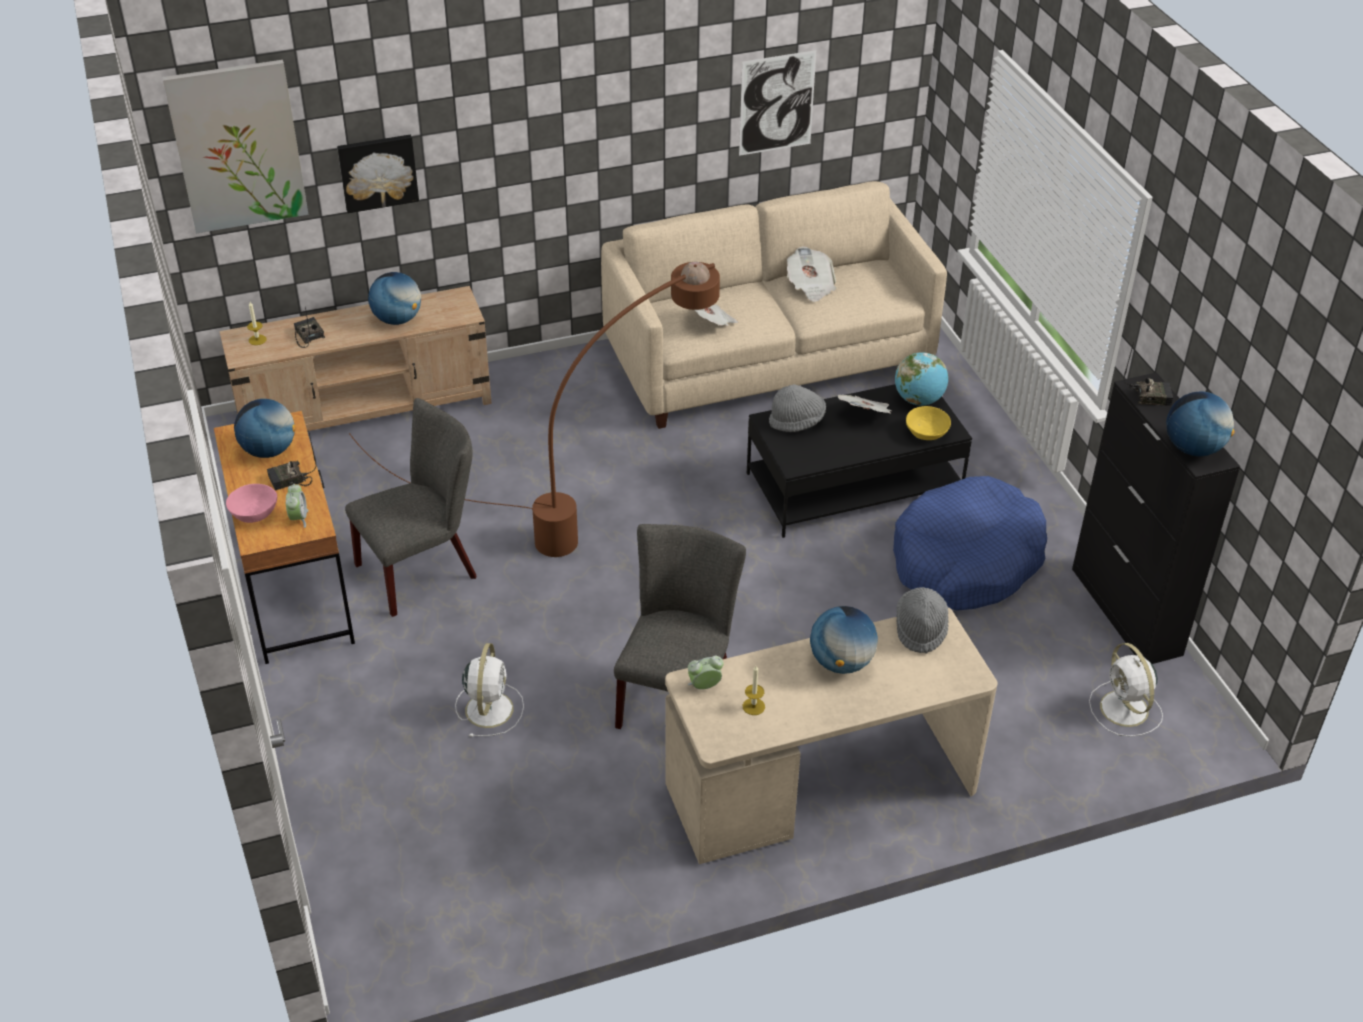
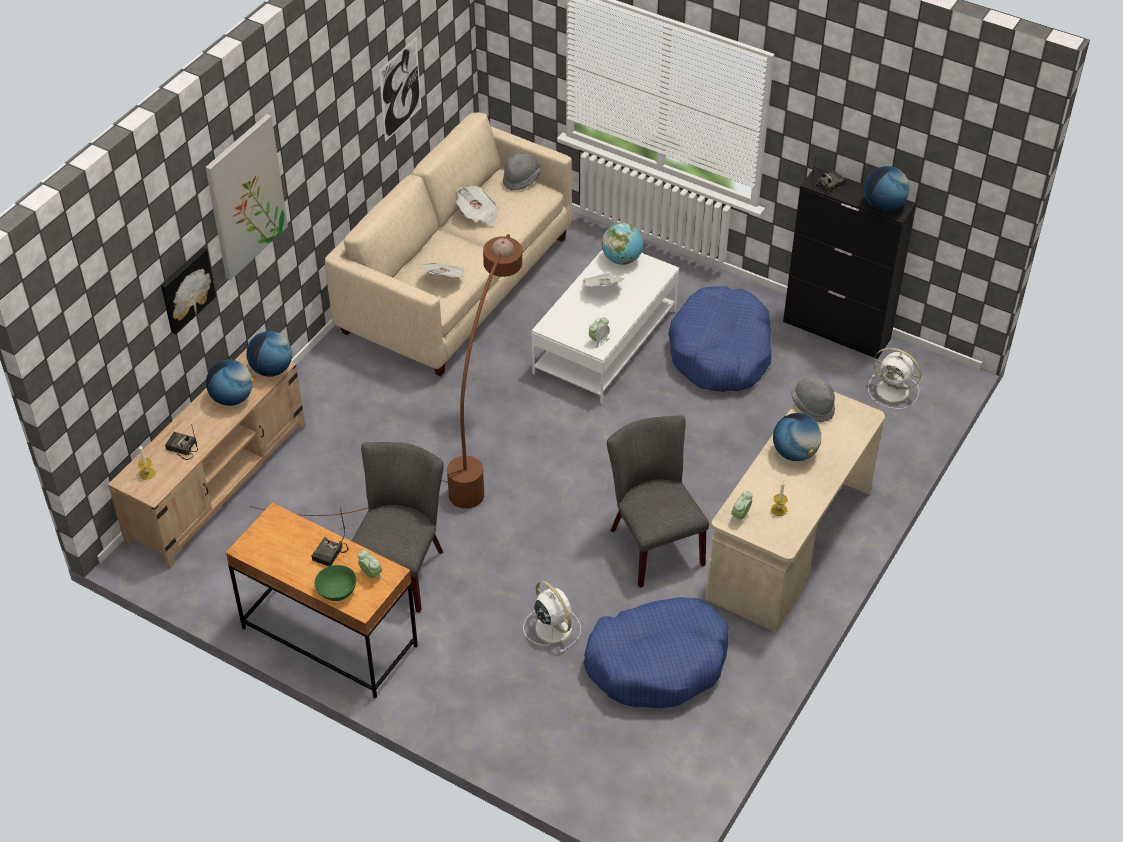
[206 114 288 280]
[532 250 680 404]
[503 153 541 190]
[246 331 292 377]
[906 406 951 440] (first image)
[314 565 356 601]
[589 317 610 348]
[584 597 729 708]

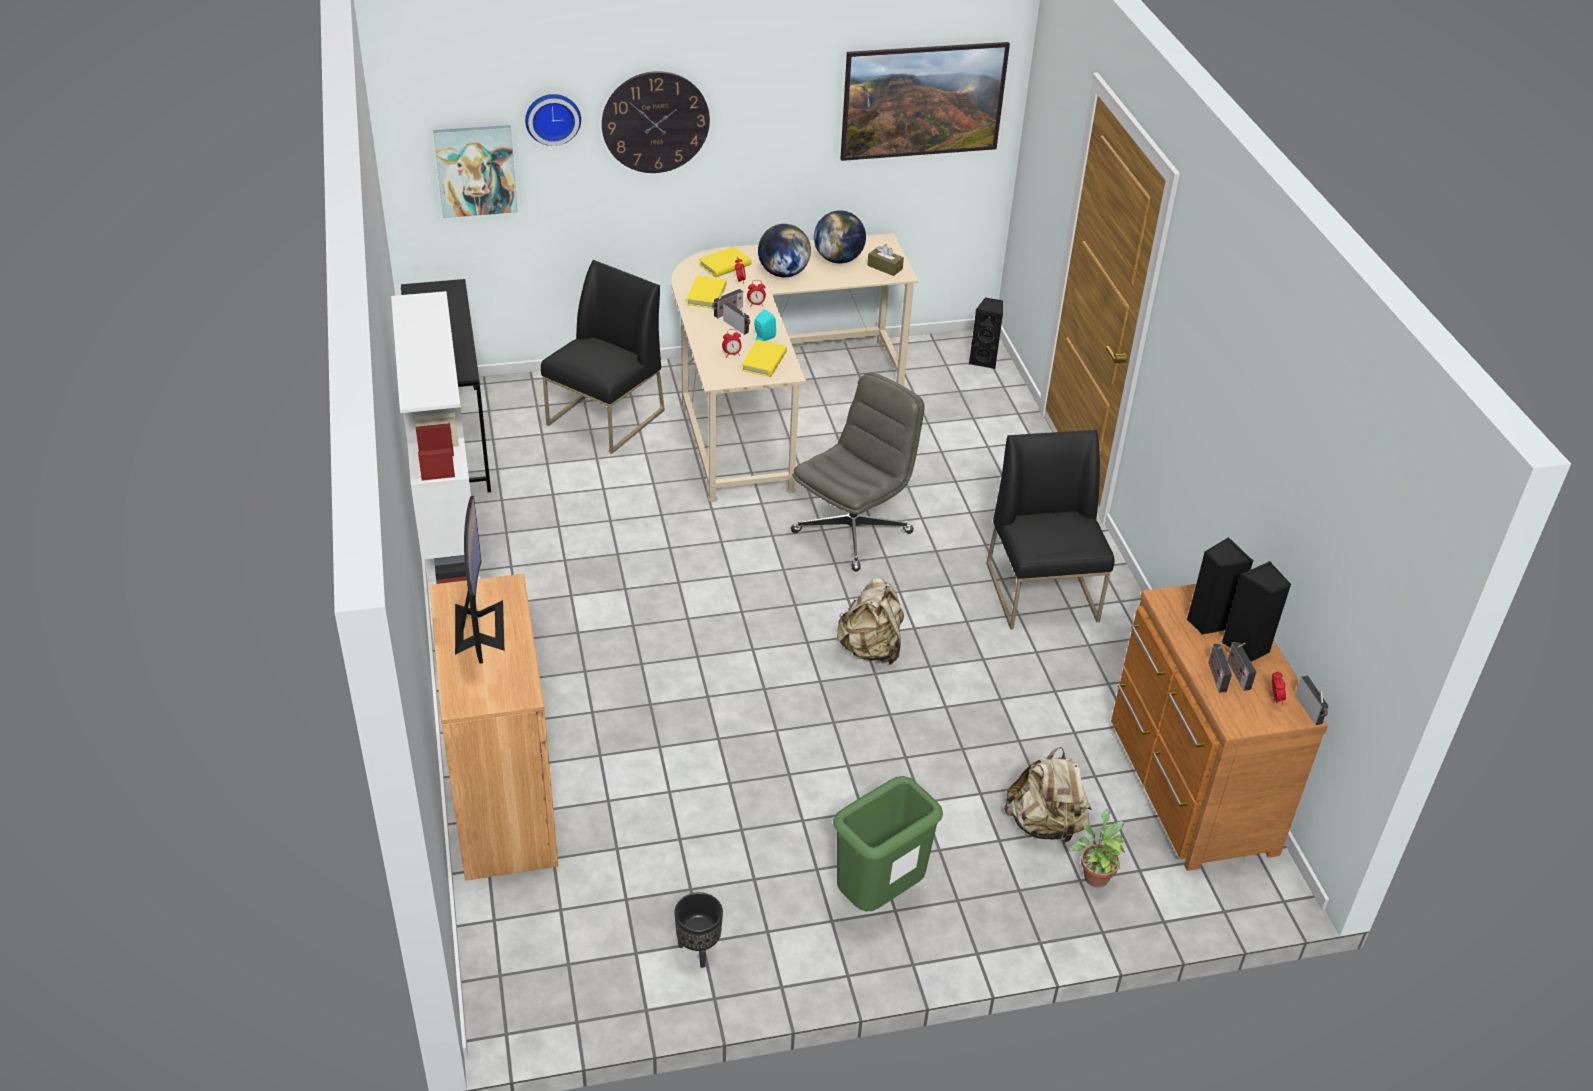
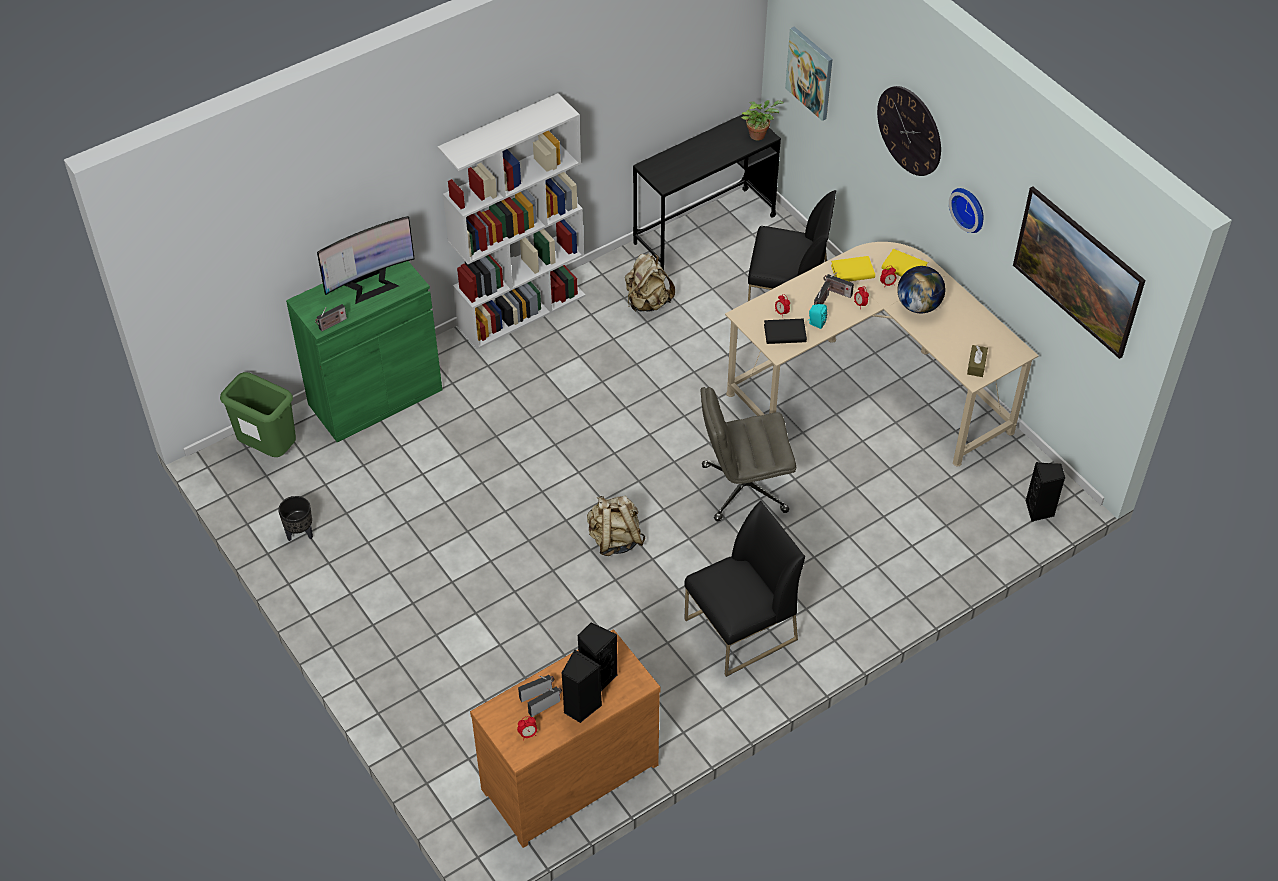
[949 188 984 233]
[814 210 866 264] (first image)
[764 319 807 344]
[701 387 796 521]
[286 261 442 442]
[315 304 347 331]
[625 254 675 312]
[220 372 296 457]
[741 100 783 140]

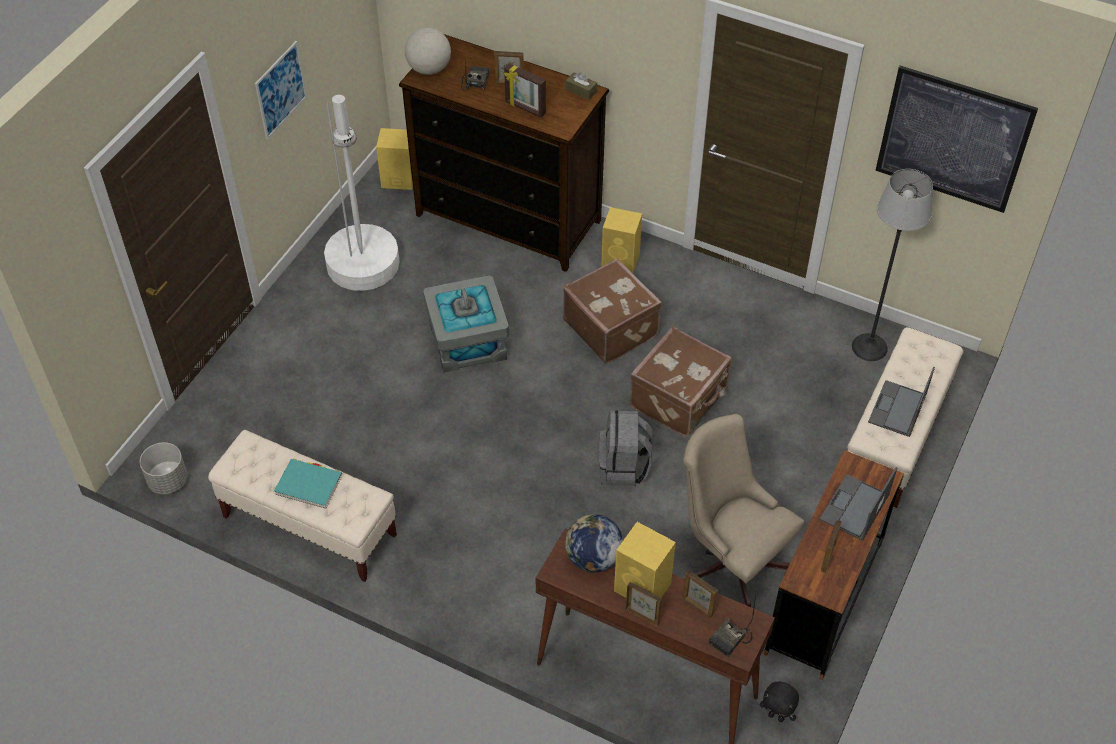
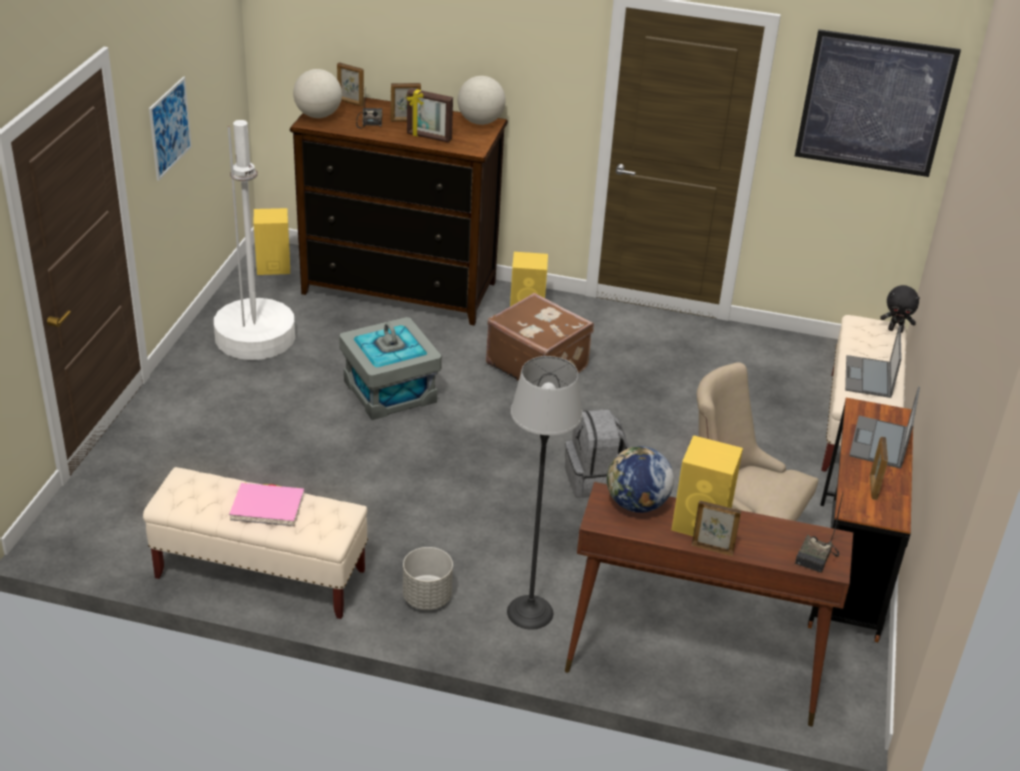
[458 76 506 125]
[507 356 582 630]
[630 326 732 436] (first image)
[403 547 453 610]
[229 483 304 526]
[337 62 364 106]
[880 285 920 333]

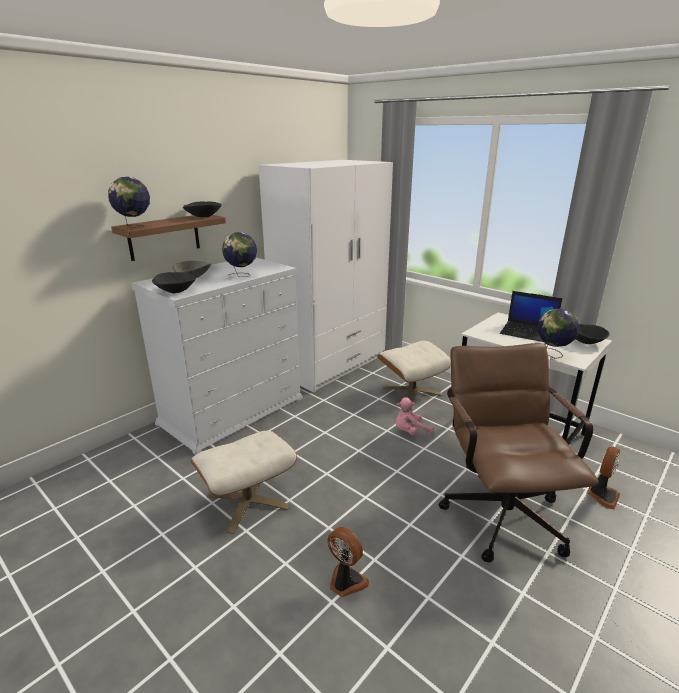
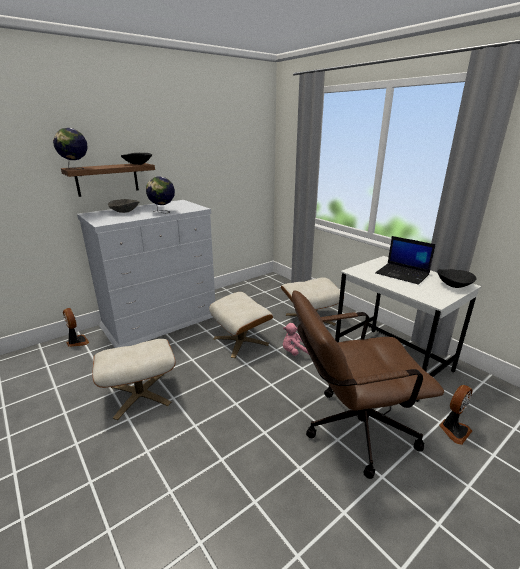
[258 160 393 392] (first image)
[152 272 196 293] (first image)
[537 308 580 359] (first image)
[292 290 444 479]
[63 308 90 347]
[209 292 273 358]

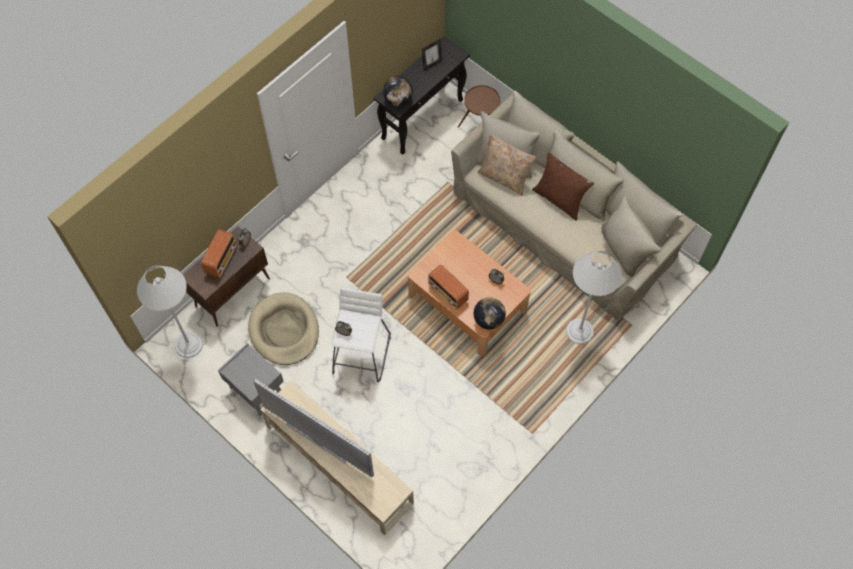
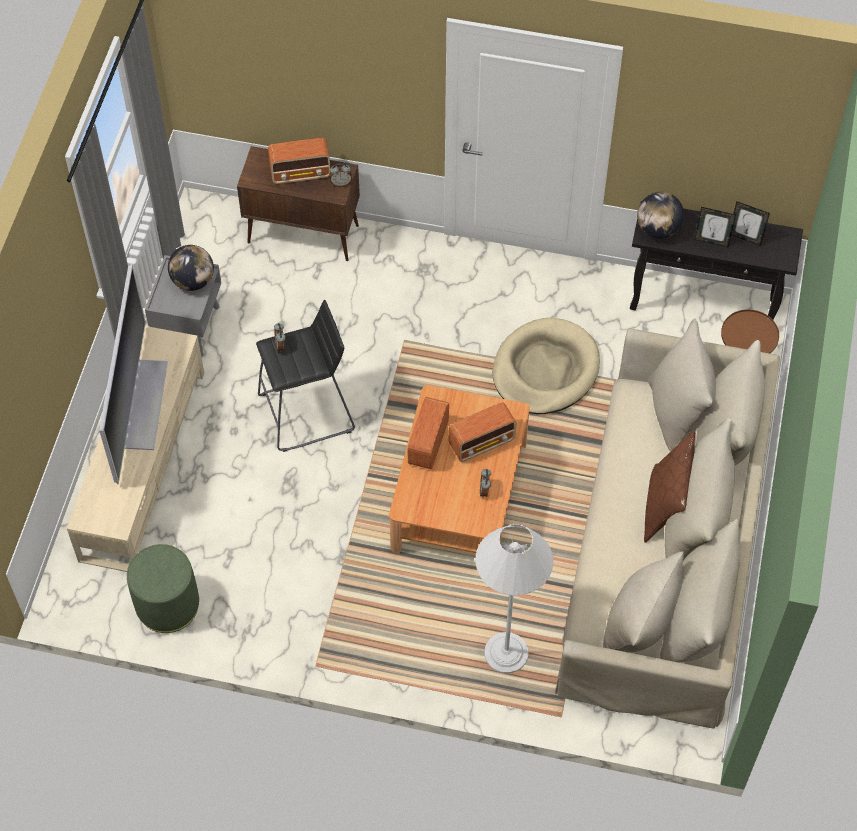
[478 134 536 196] (first image)
[137 266 203 358] (first image)
[256 300 355 452]
[493 318 600 414]
[168 245 214 291]
[694 207 736 247]
[448 402 516 462]
[127 544 199 633]

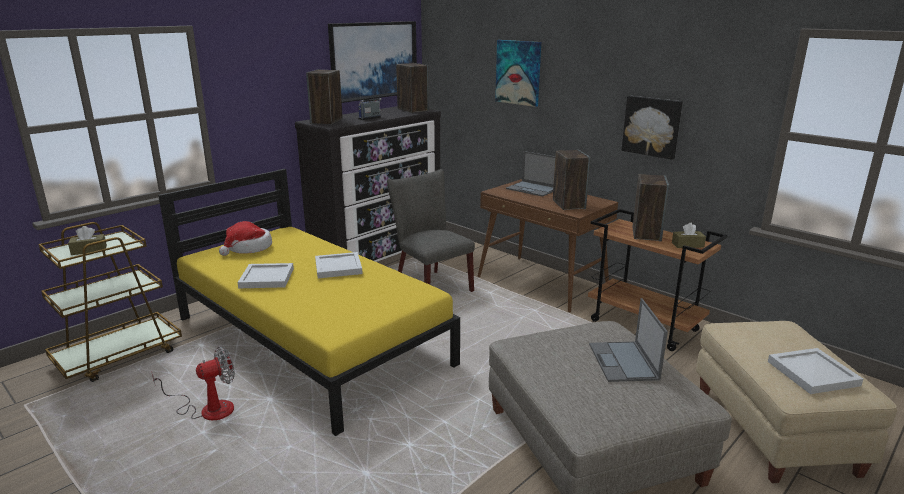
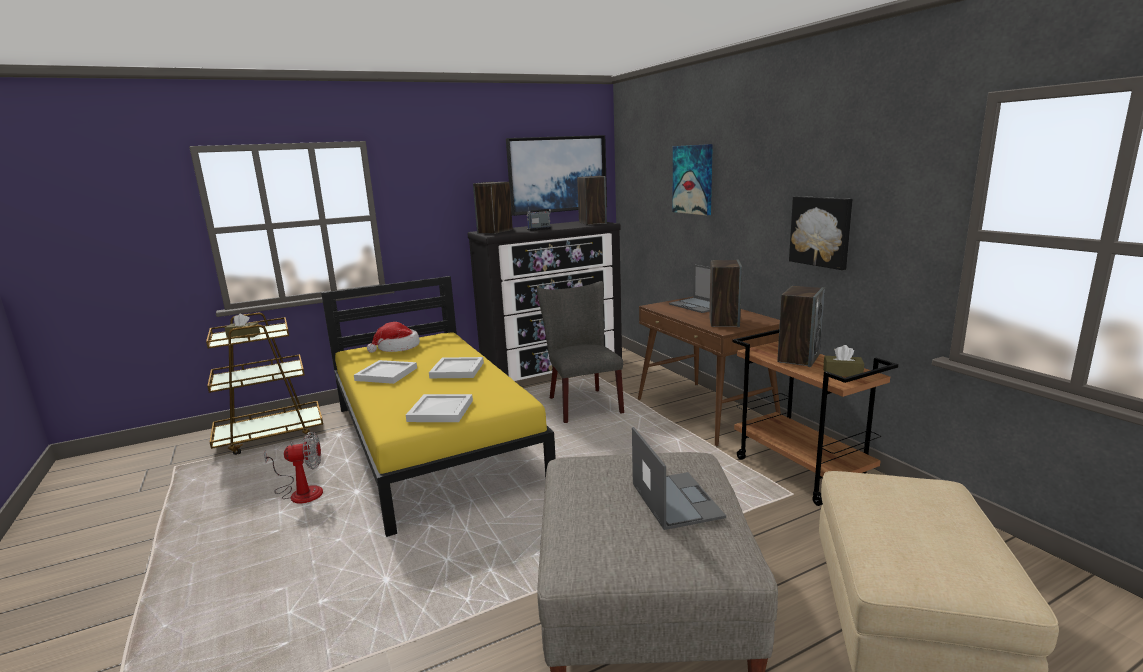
[632 427 726 530]
[406 394 473 422]

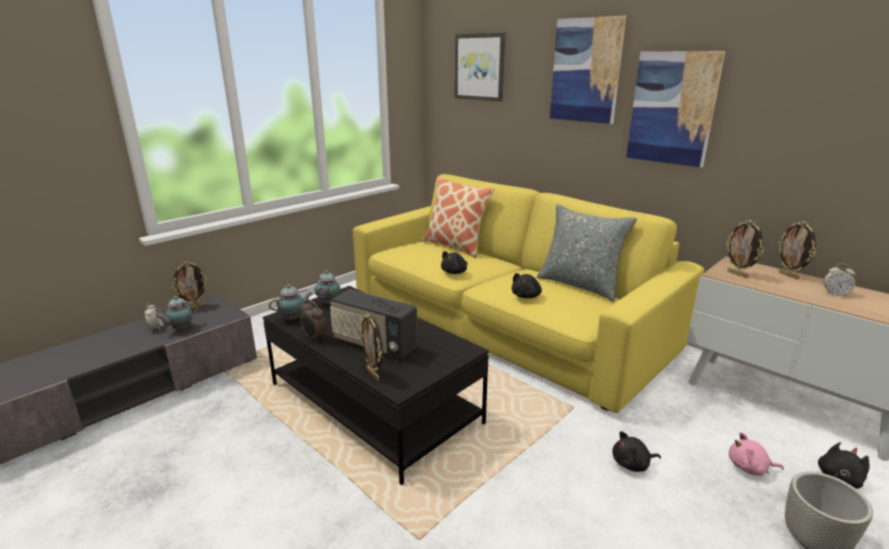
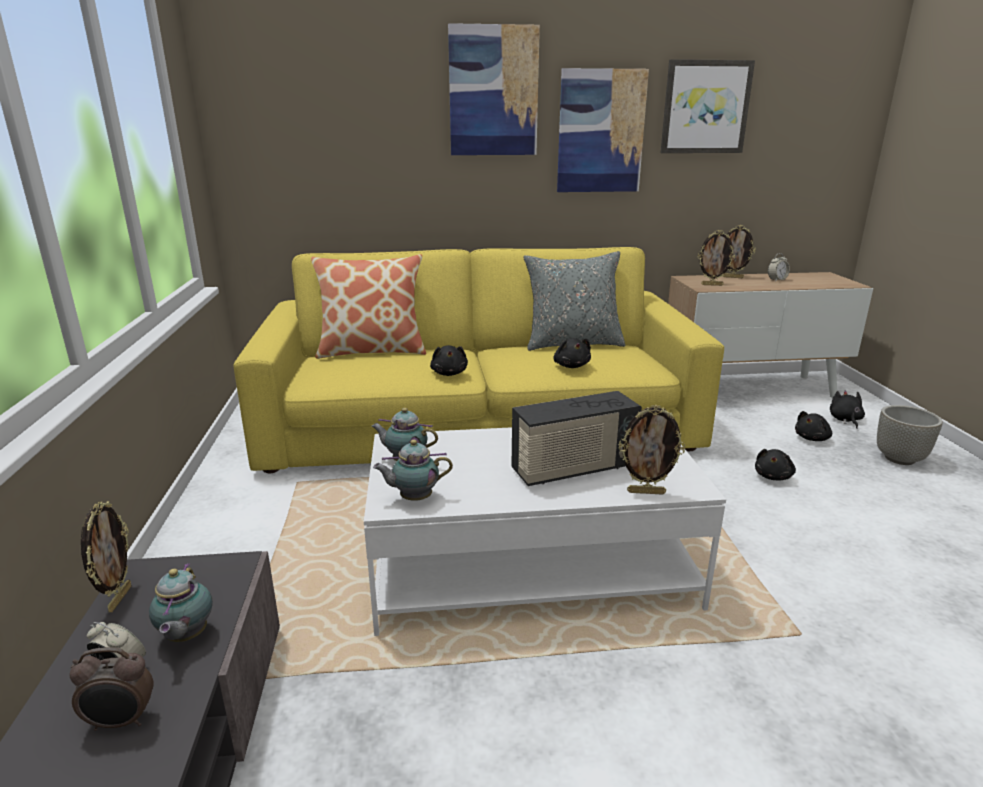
[660 59 755 153]
[373 440 453 501]
[364 427 726 636]
[69 647 154 731]
[795 411 832 441]

